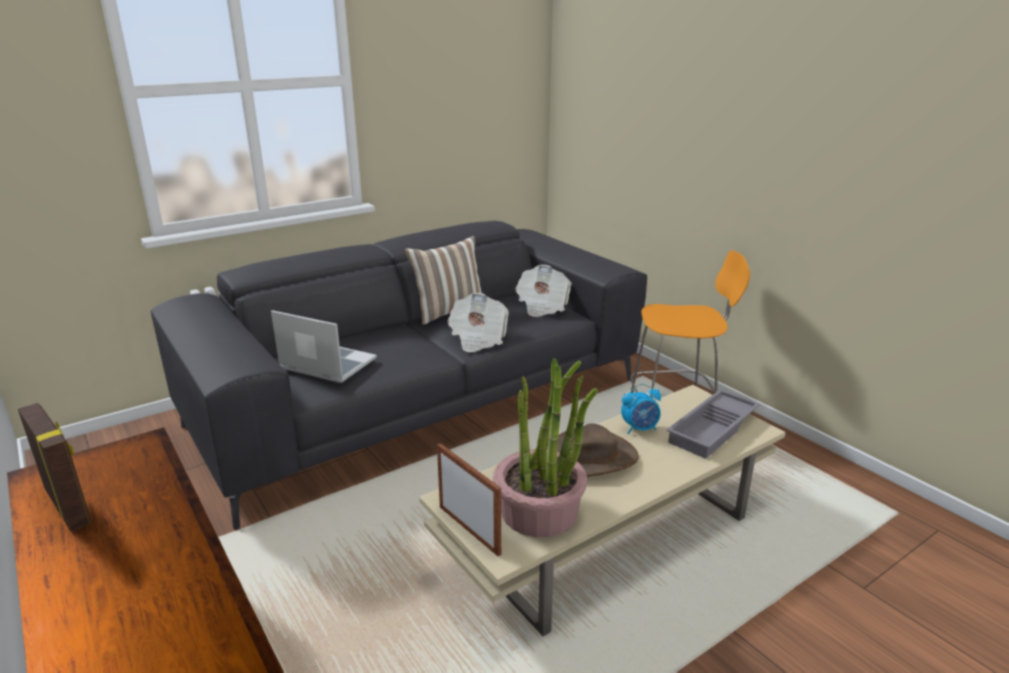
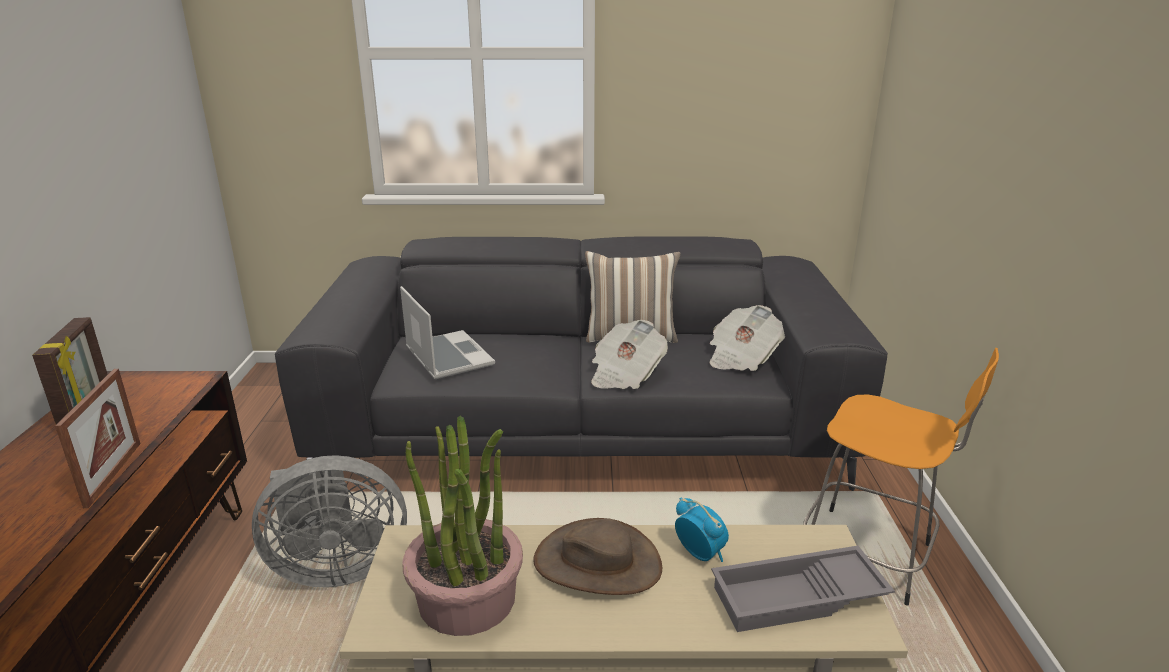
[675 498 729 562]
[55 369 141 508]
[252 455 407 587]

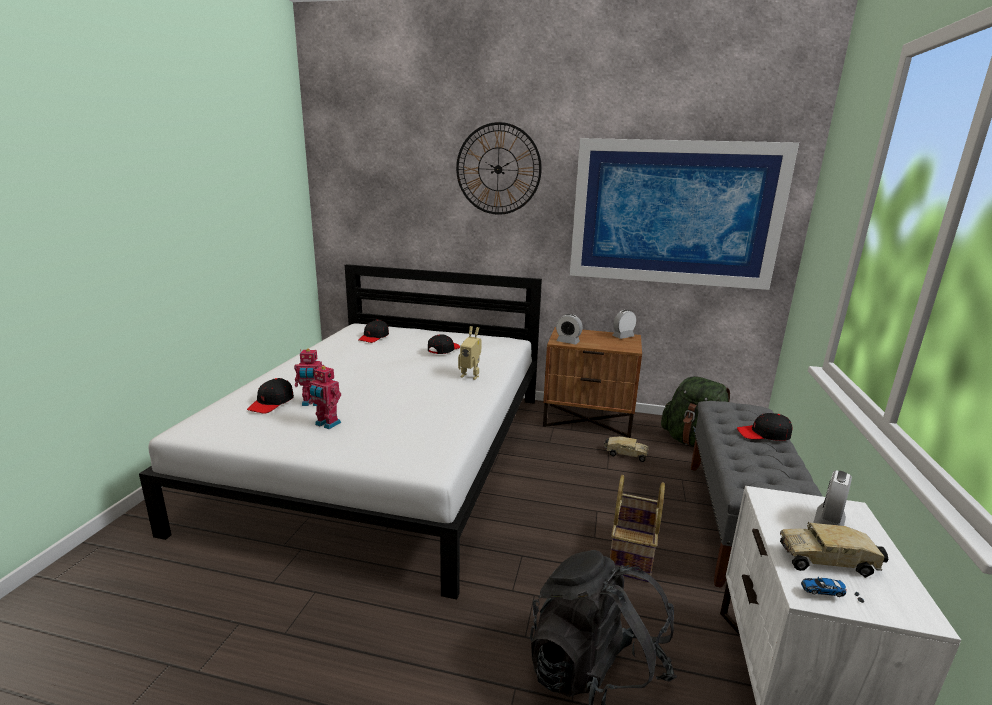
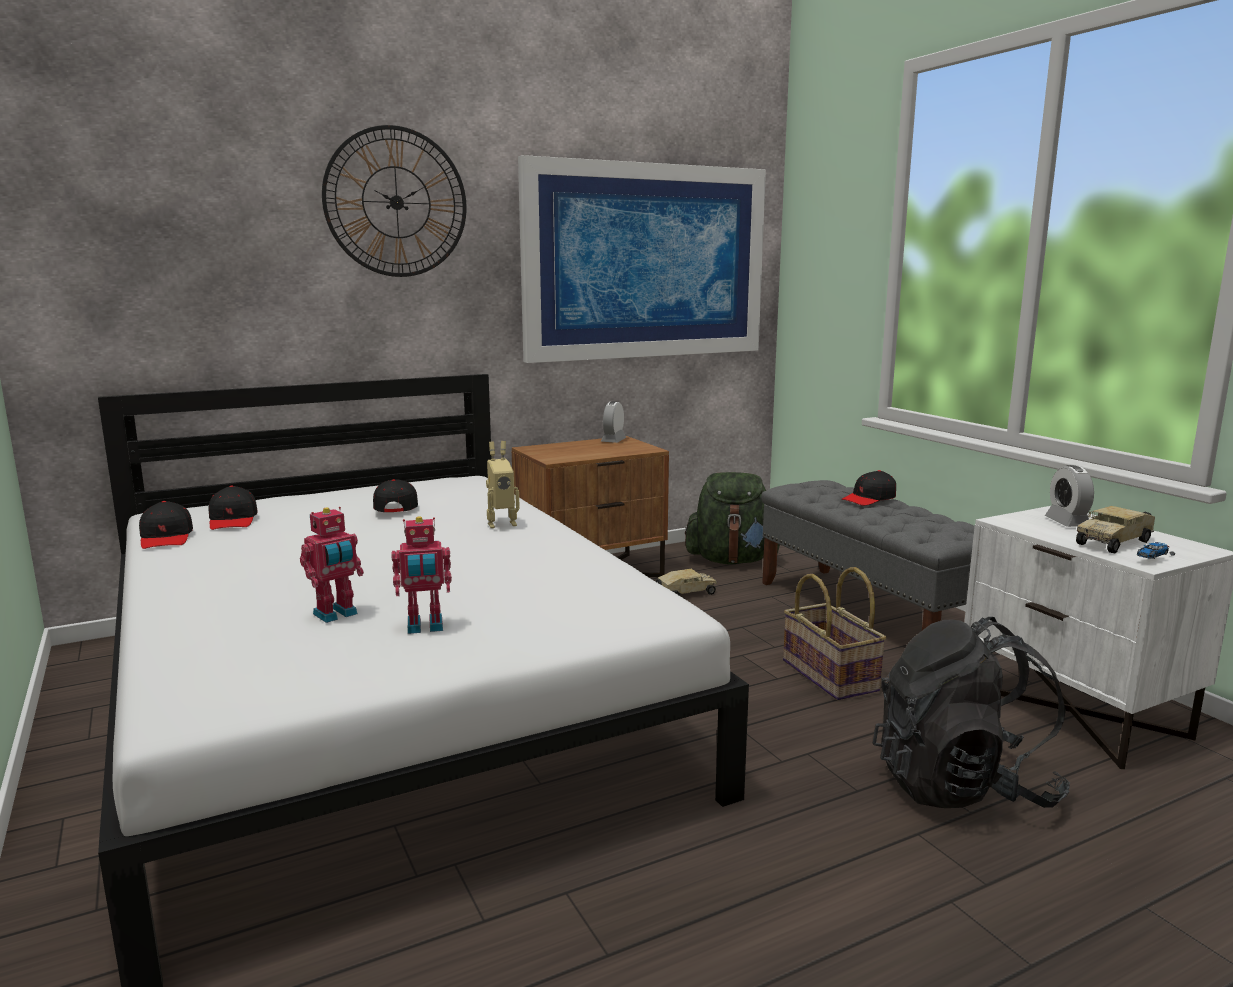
[556 314 583 344] (first image)
[139 501 193 549]

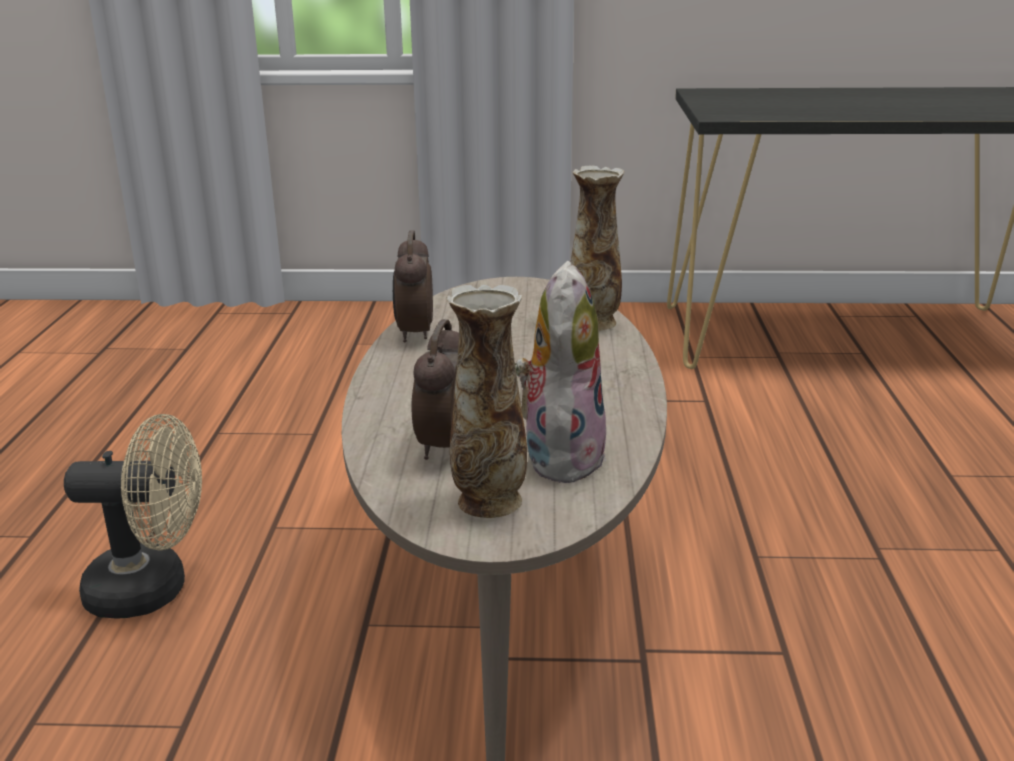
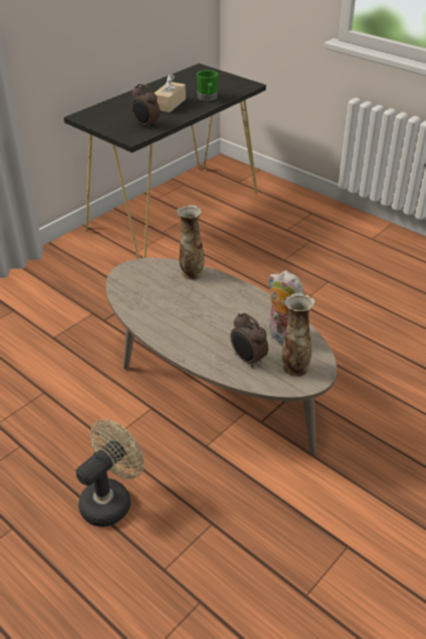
[131 84 160 129]
[197 70 218 101]
[155 74 186 112]

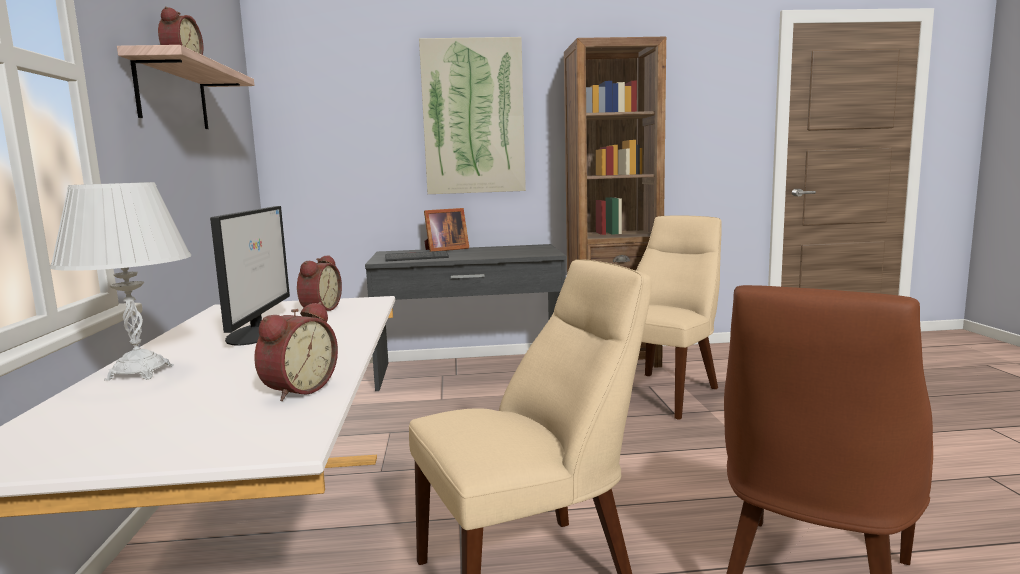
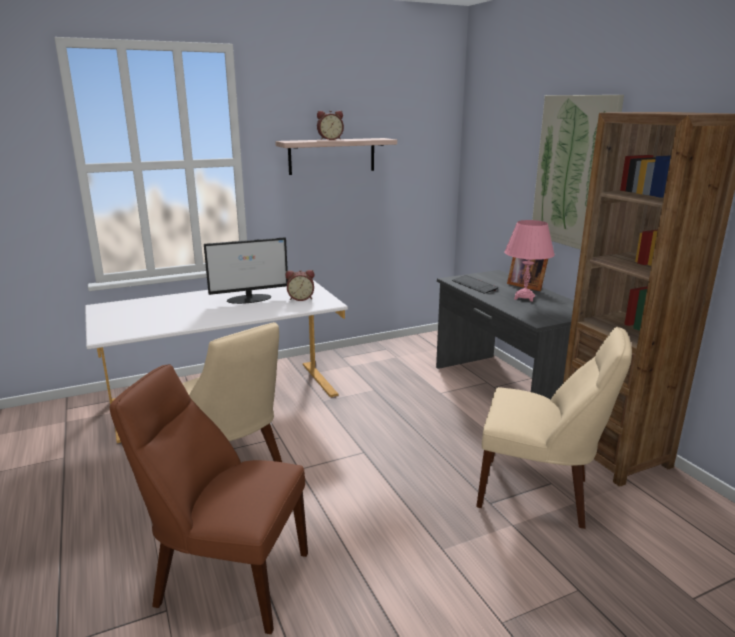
[50 182 191 381] (first image)
[254 302 338 401] (first image)
[504 220 555 302]

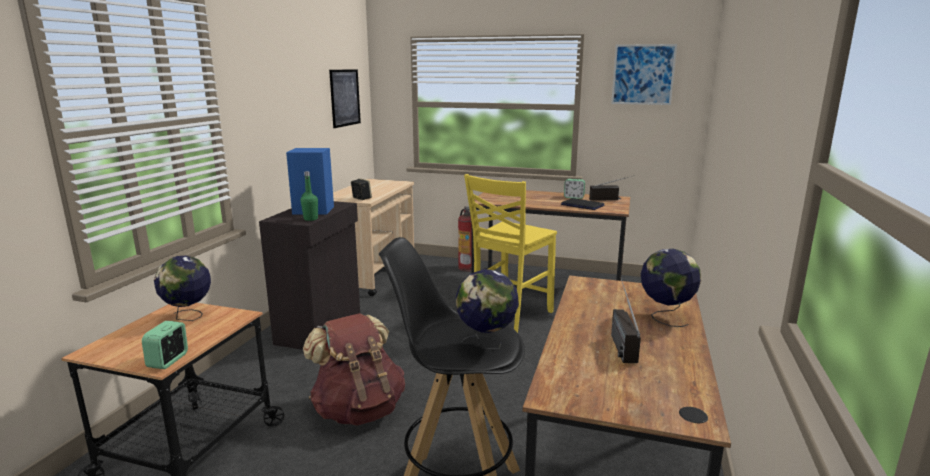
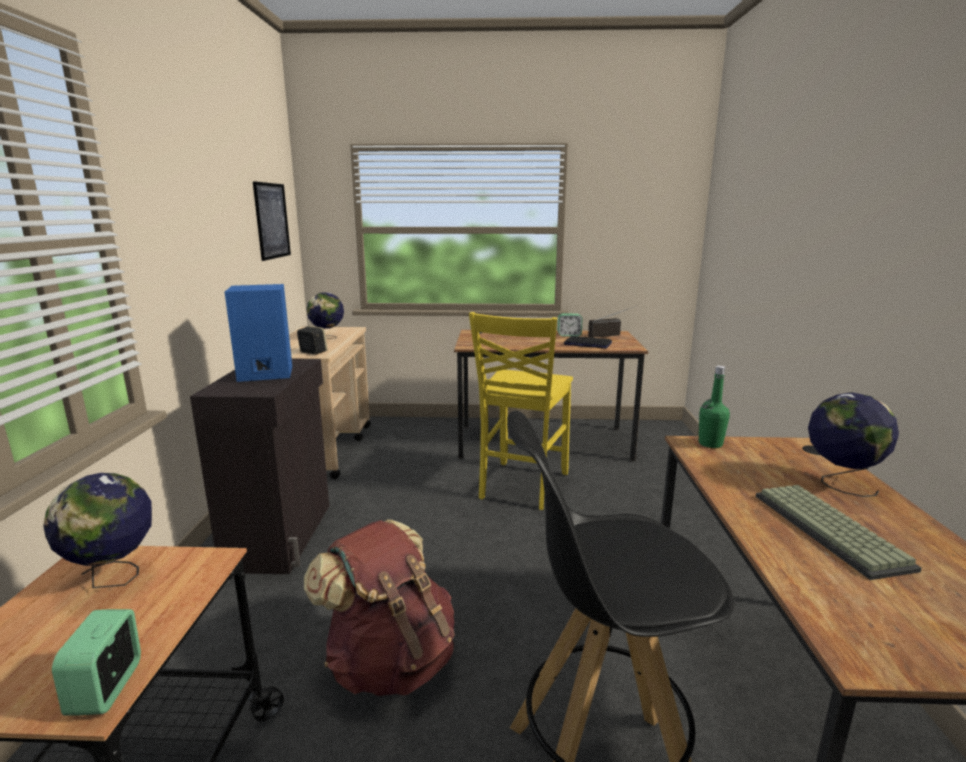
[611 44 677 105] (first image)
[699 366 730 448]
[458 206 472 272] (first image)
[306 292 344 339]
[756 485 922 580]

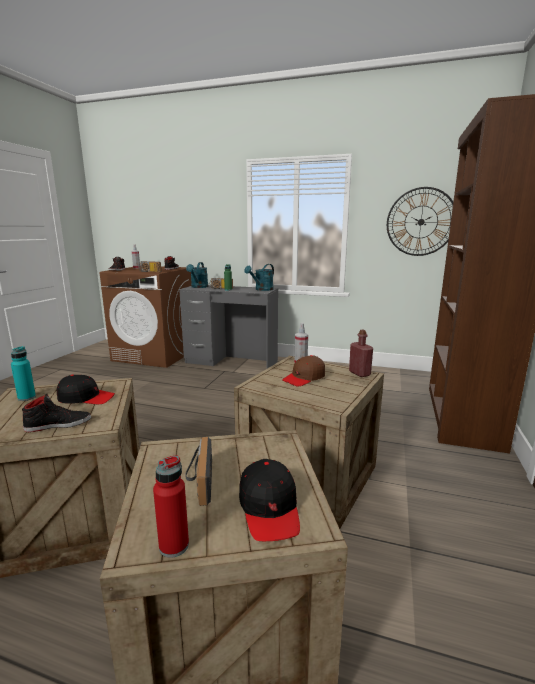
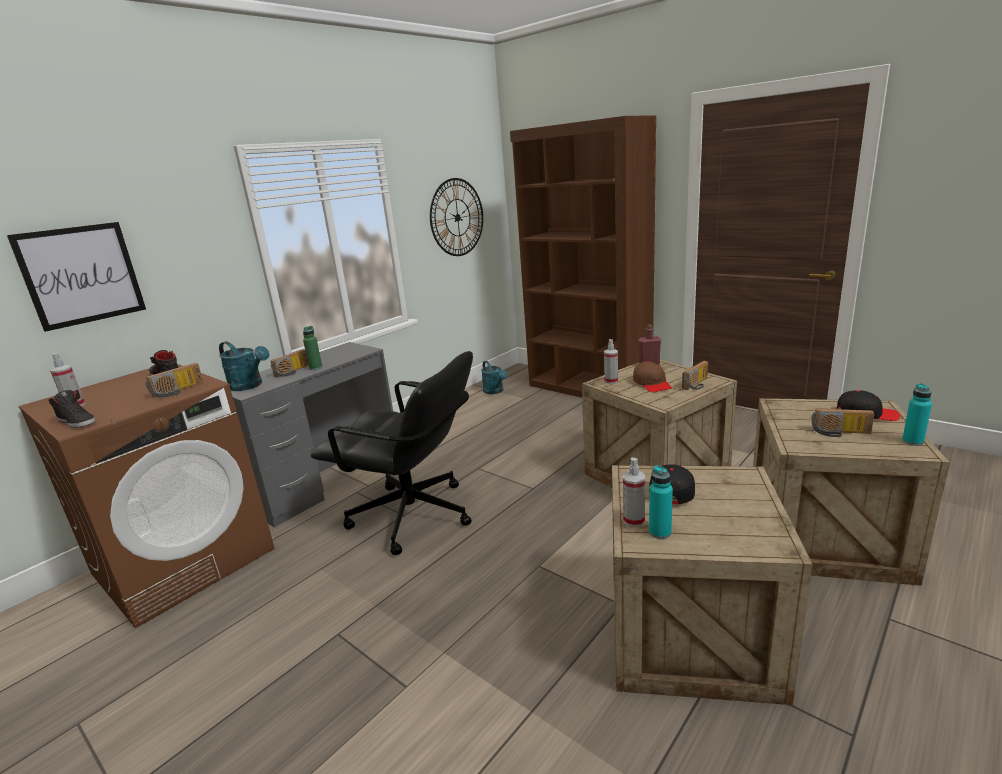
[481 361 508 394]
[22 394 91 432] (first image)
[902 383 932 446]
[7 222 146 332]
[311 351 473 555]
[682 361 708 390]
[623 458 645 527]

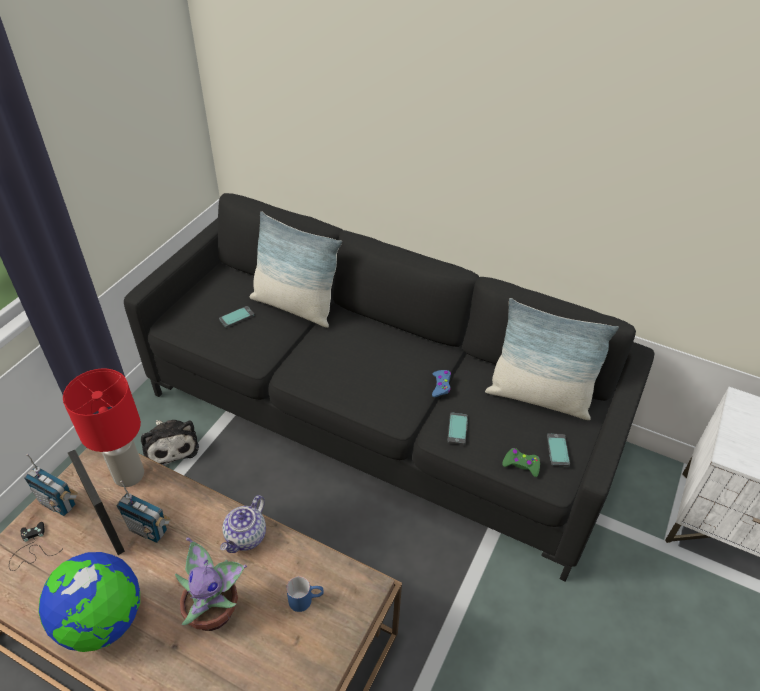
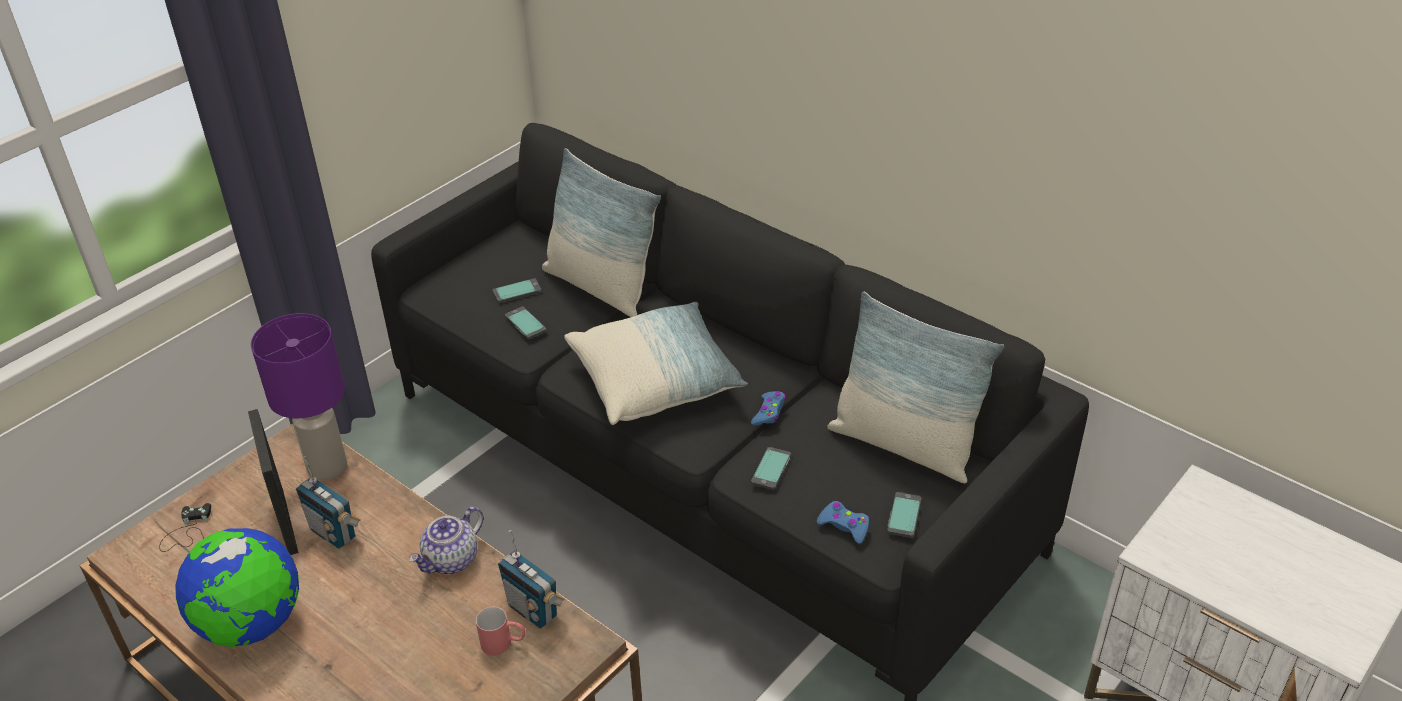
[251 313 347 480]
[141 420 199 466] (first image)
[817 501 870 544]
[498 530 565 629]
[175 537 247 631] (first image)
[476 607 526 655]
[564 302 748 425]
[505 307 547 339]

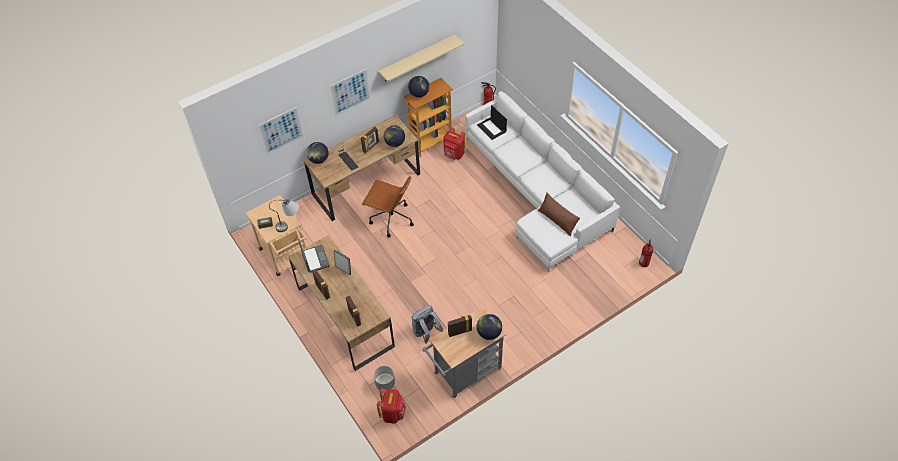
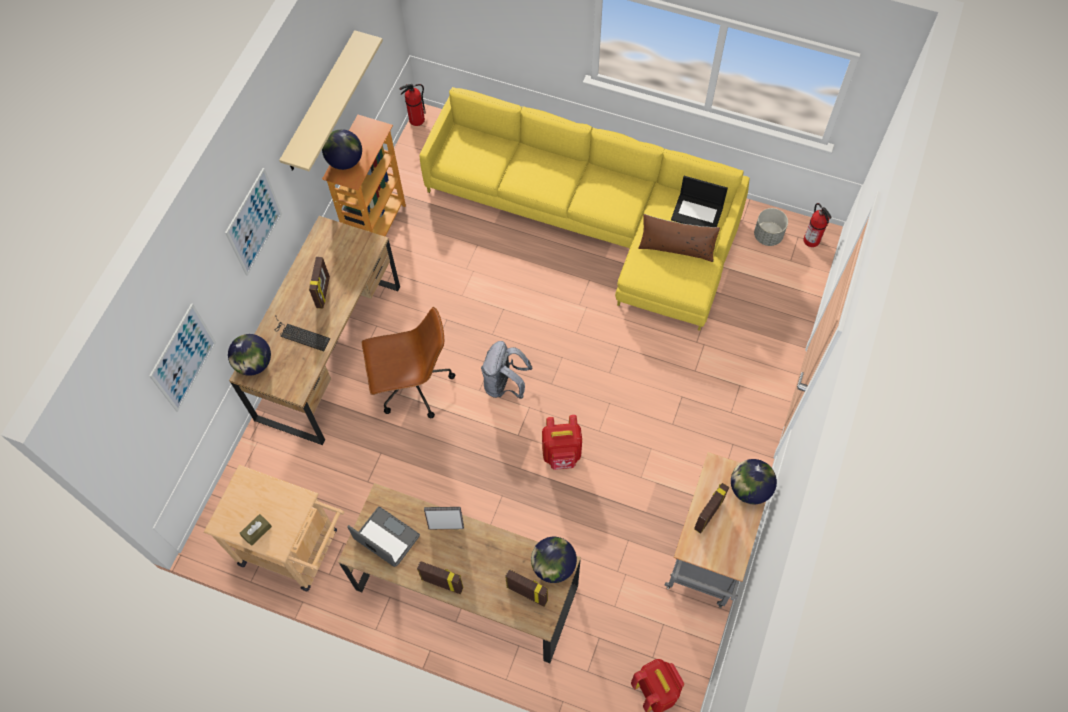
[420 87 750 331]
[671 176 728 227]
[531 537 577 583]
[542 415 582 470]
[269 199 299 232] (first image)
[481 341 533 399]
[754 208 788 246]

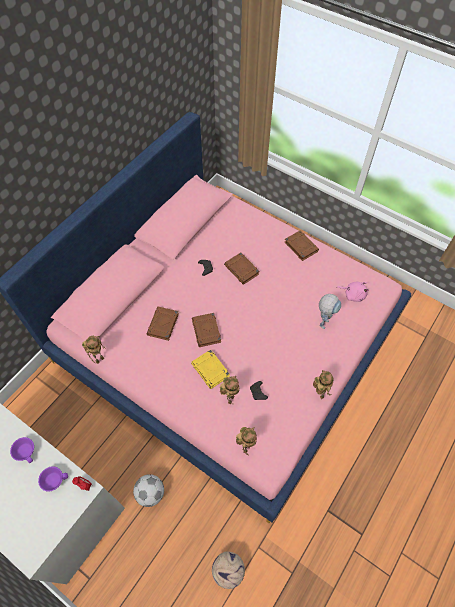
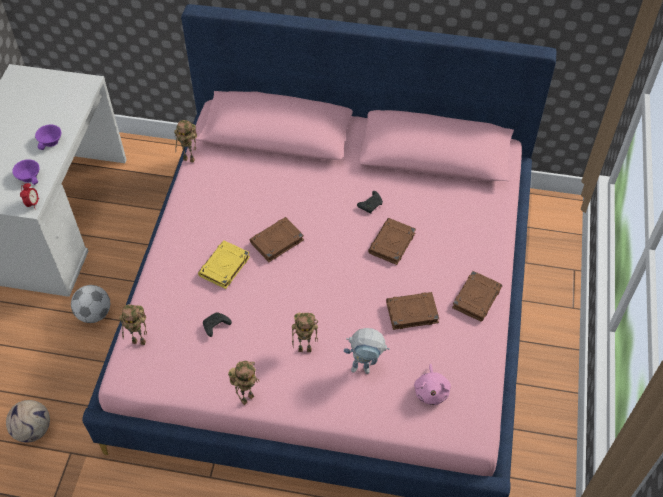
[386 292 439 330]
[292 313 318 352]

